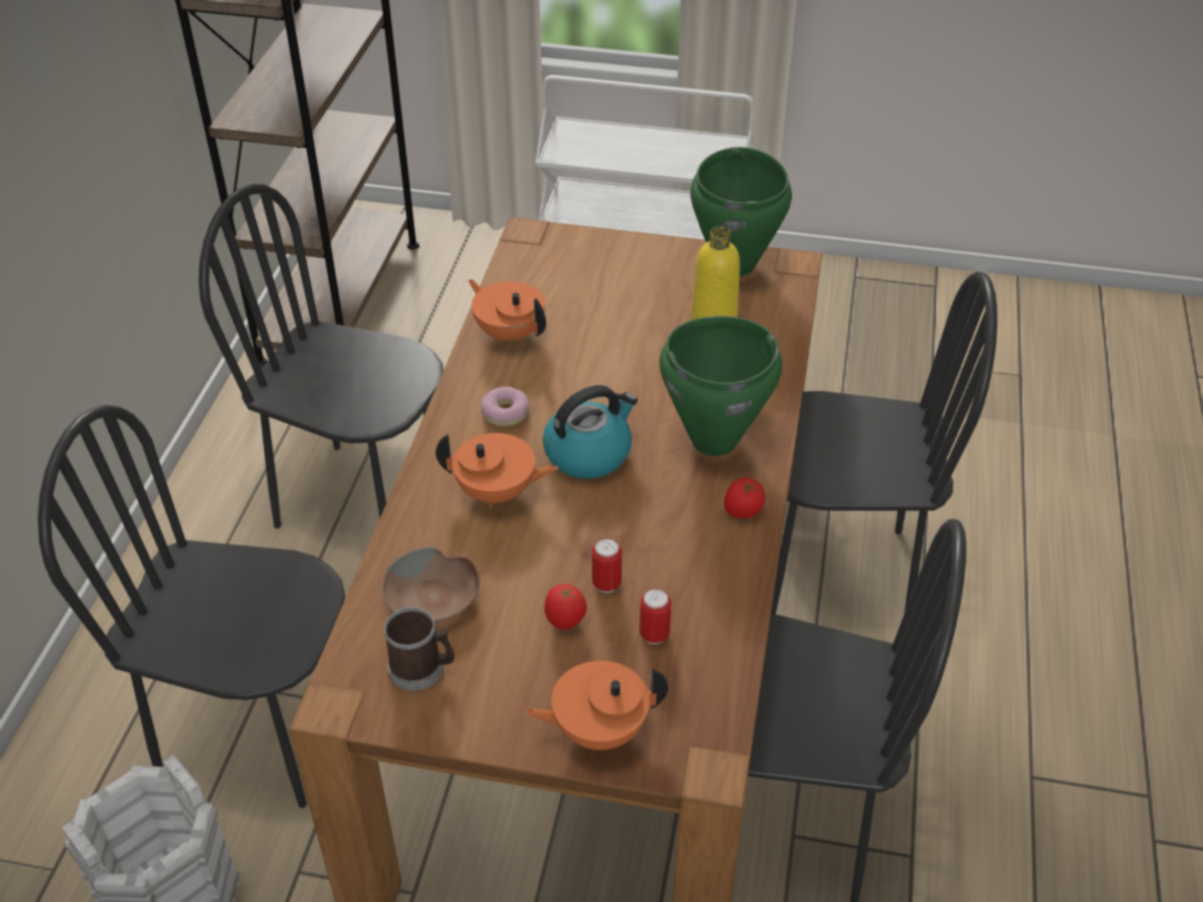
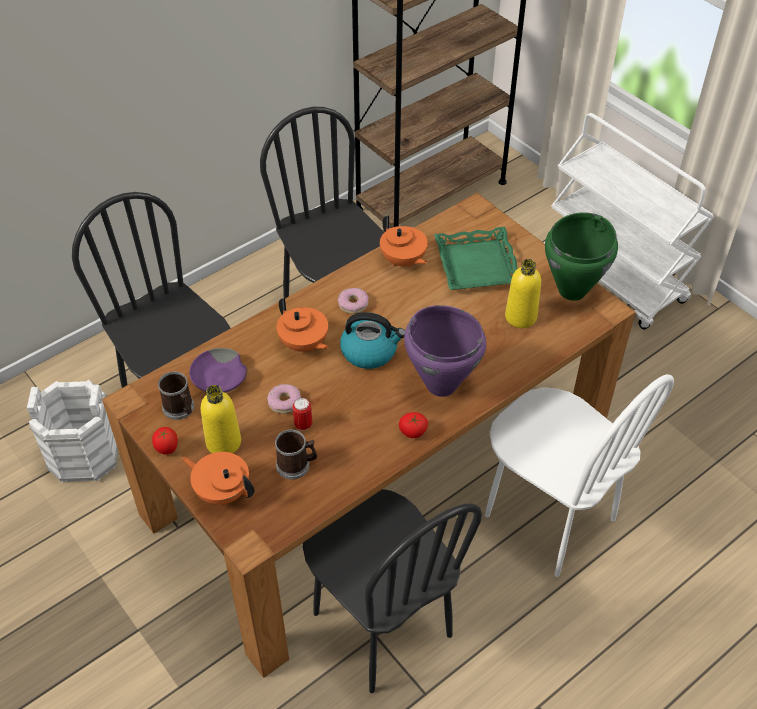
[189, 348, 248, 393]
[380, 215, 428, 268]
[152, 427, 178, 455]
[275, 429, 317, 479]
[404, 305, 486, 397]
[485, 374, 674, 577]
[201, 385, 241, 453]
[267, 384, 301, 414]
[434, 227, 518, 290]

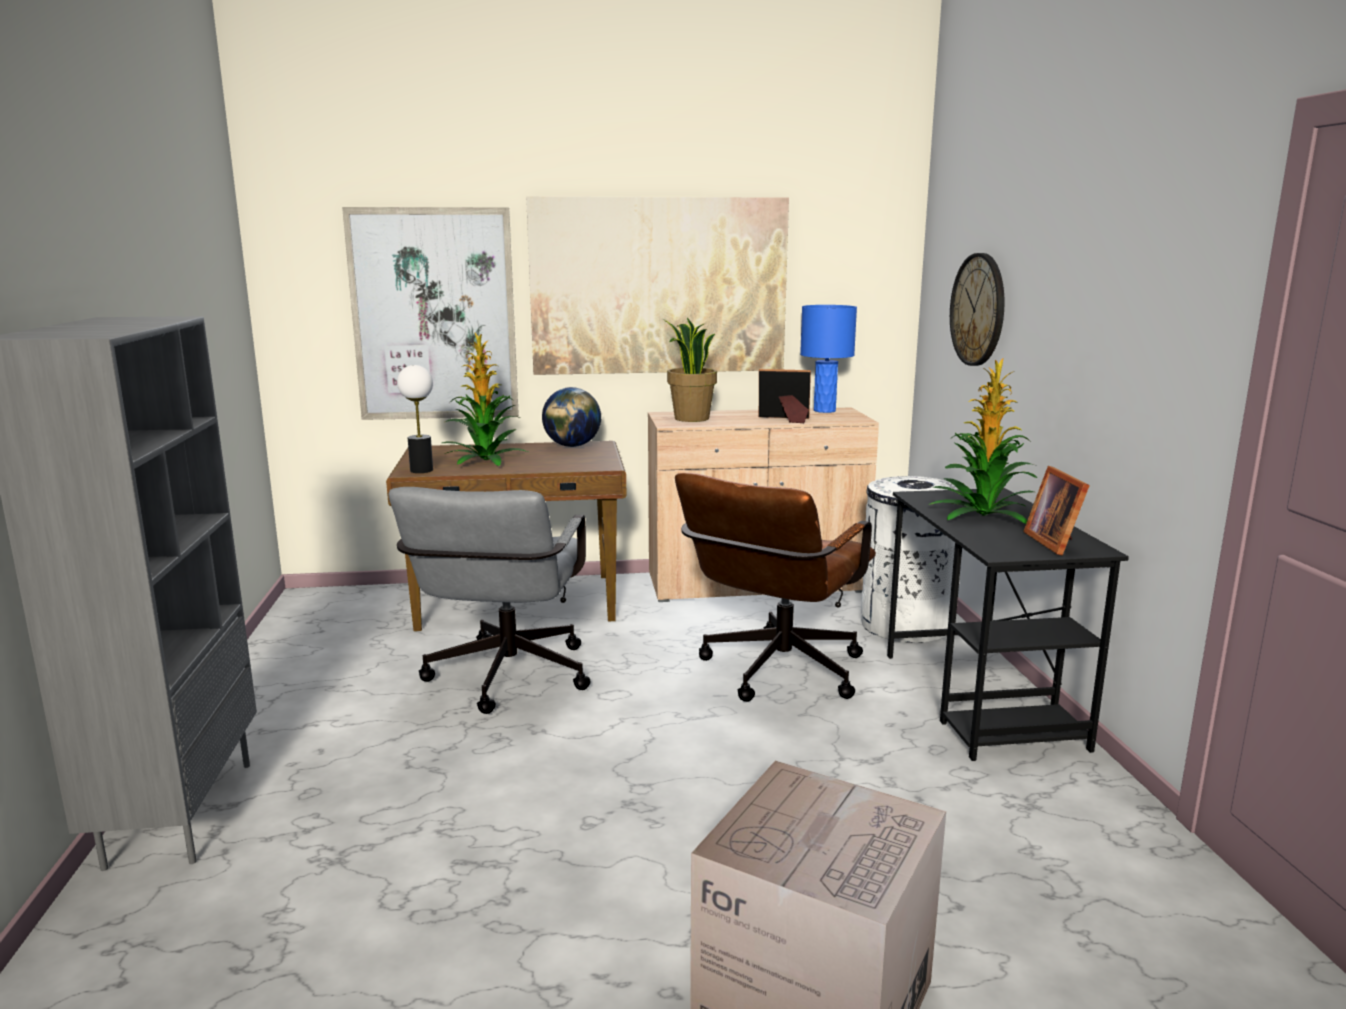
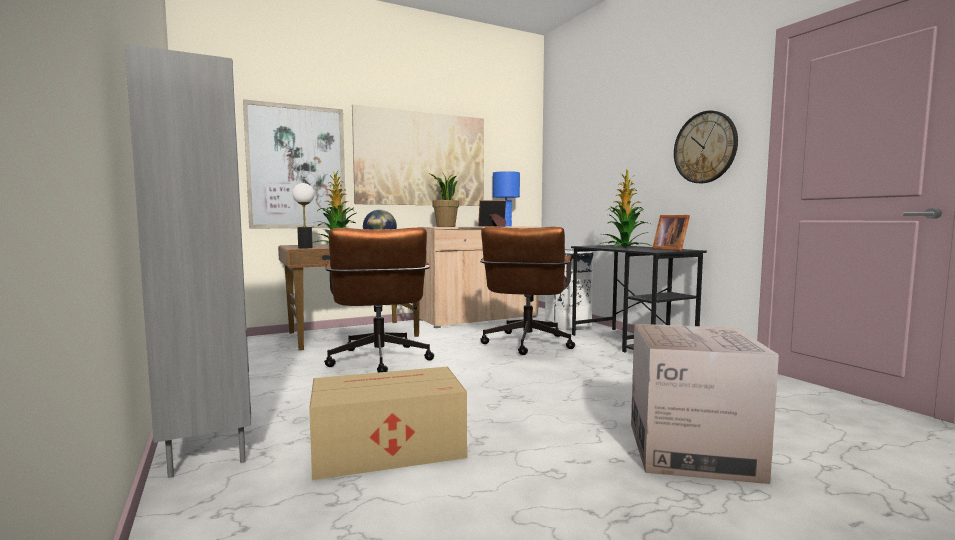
[324, 227, 434, 372]
[674, 111, 738, 183]
[309, 367, 467, 480]

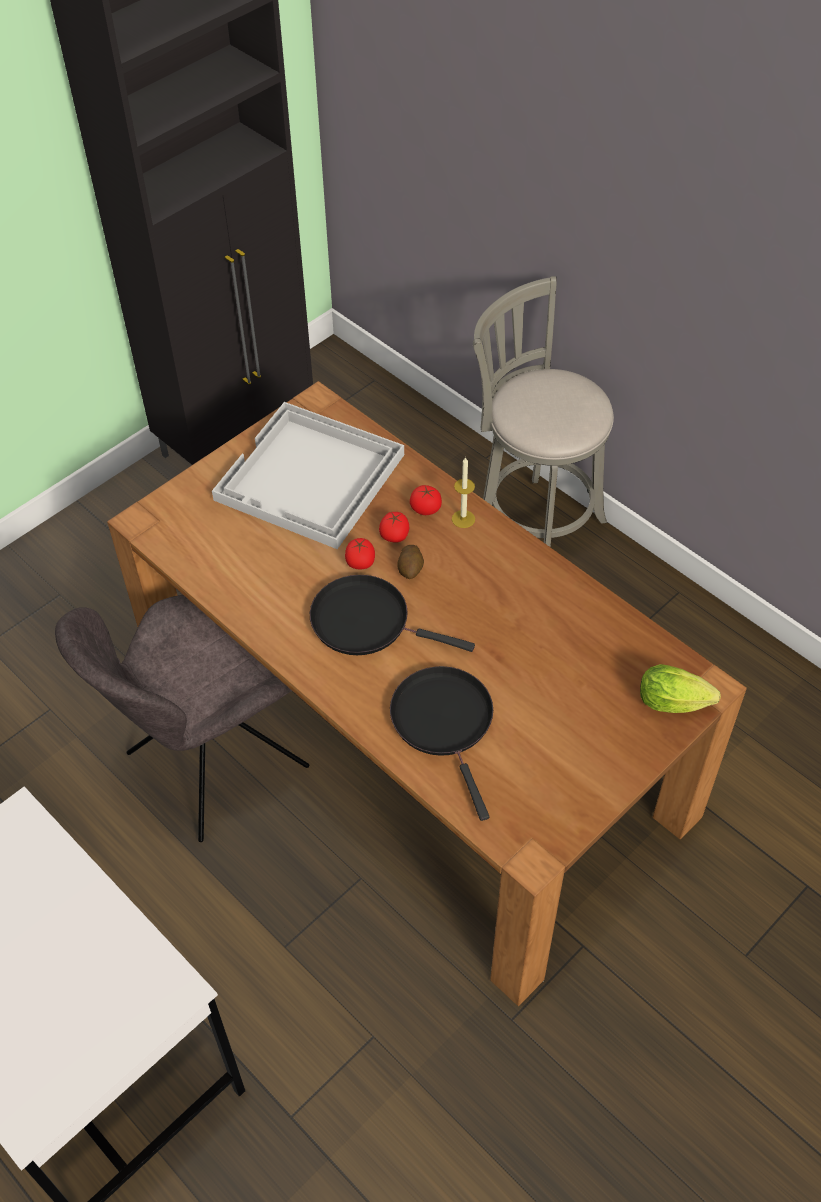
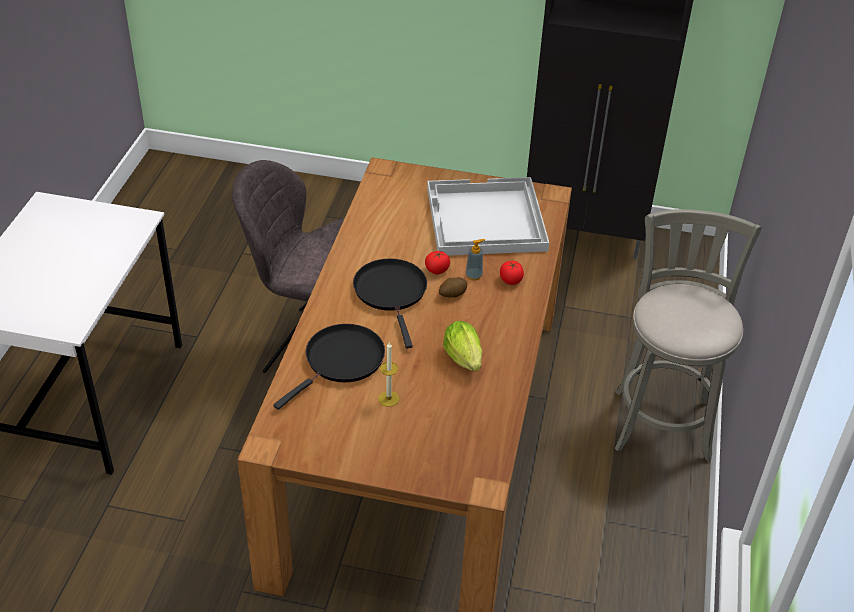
[465, 239, 485, 280]
[378, 342, 399, 407]
[443, 321, 482, 372]

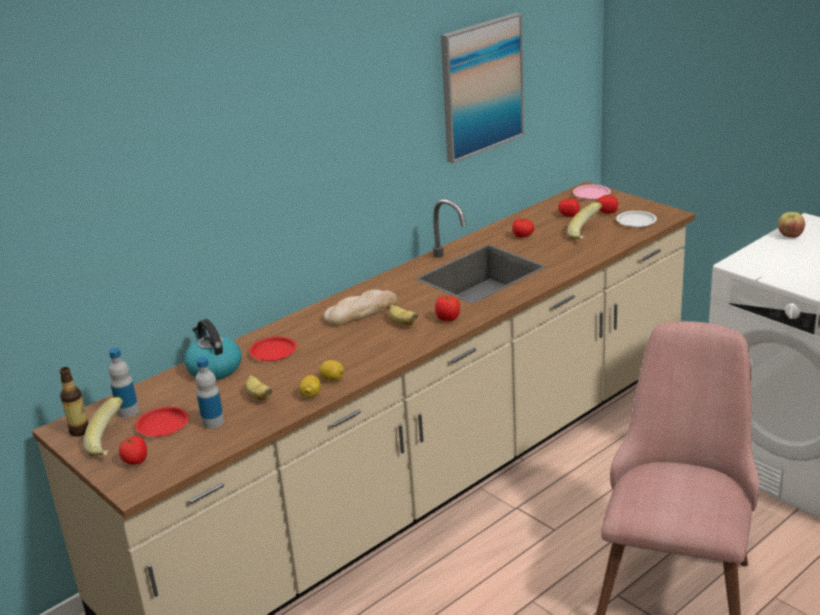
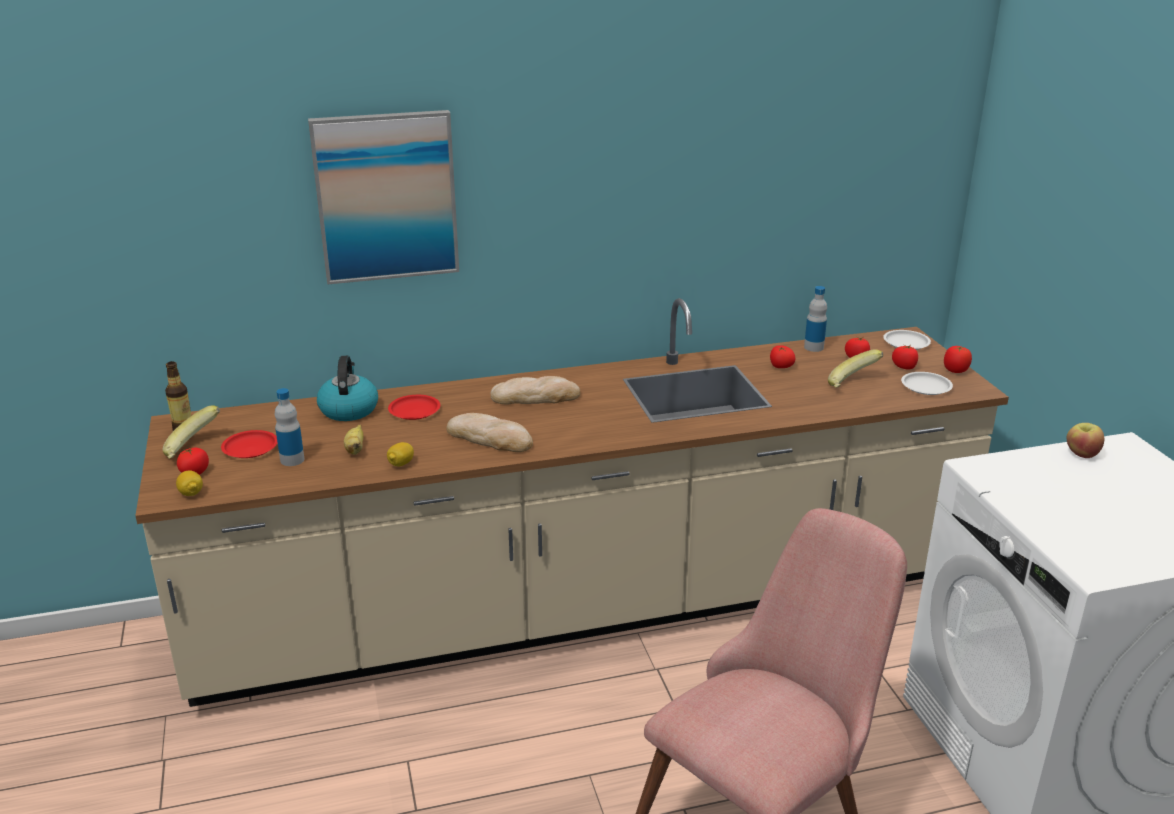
[804, 286, 827, 352]
[176, 470, 203, 496]
[389, 305, 418, 326] (first image)
[944, 346, 972, 373]
[308, 110, 459, 284]
[883, 330, 931, 350]
[446, 413, 533, 452]

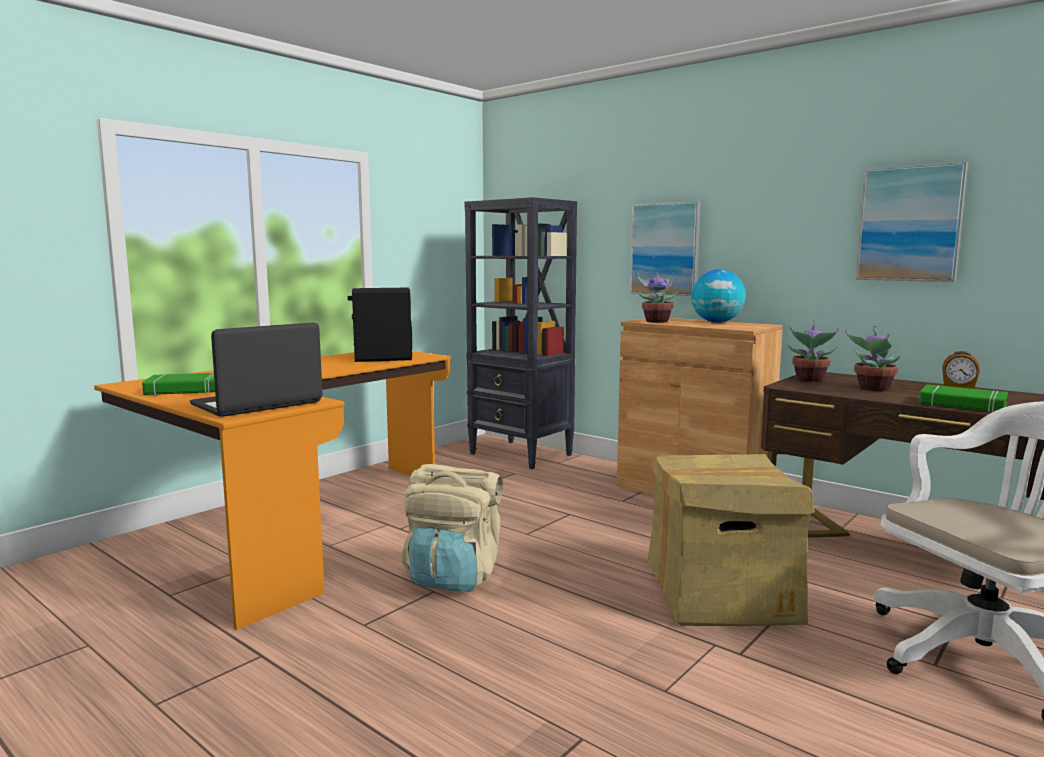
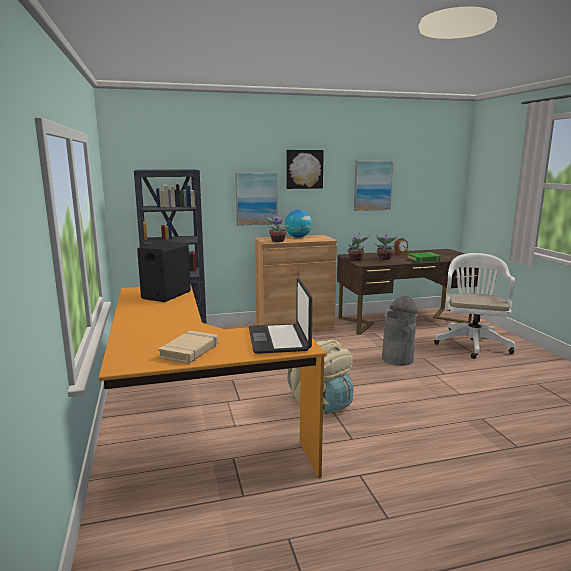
[158, 330, 218, 364]
[382, 296, 418, 366]
[286, 150, 324, 189]

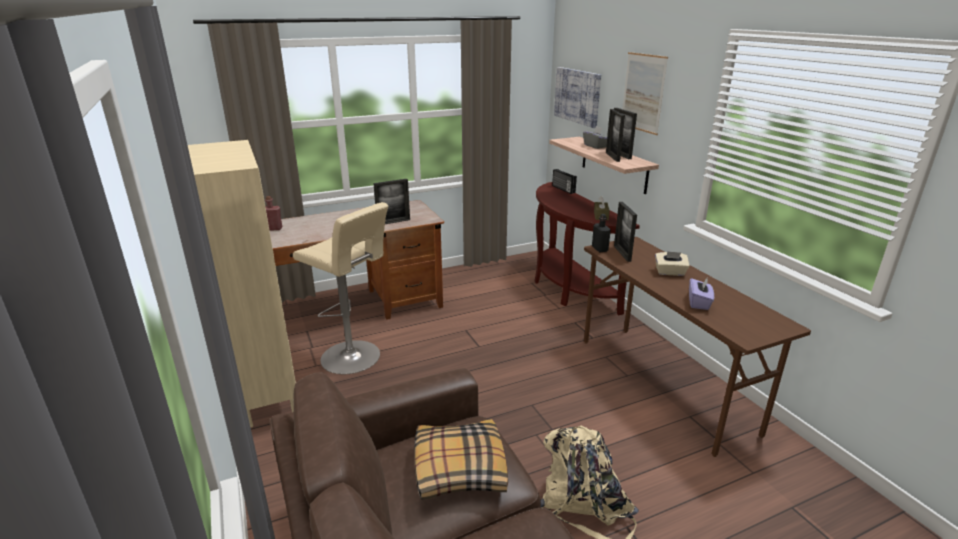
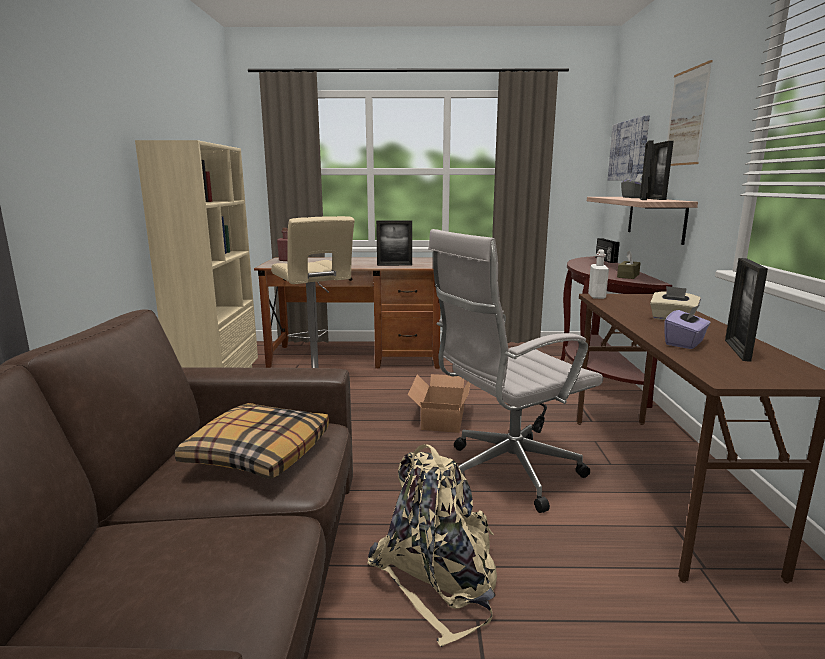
[588, 250, 609, 299]
[725, 258, 768, 362]
[408, 374, 470, 433]
[428, 229, 603, 513]

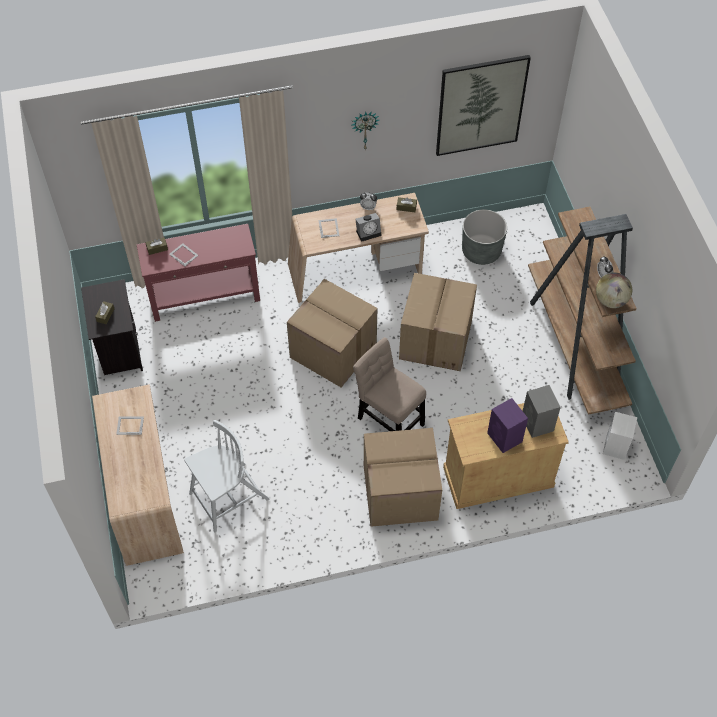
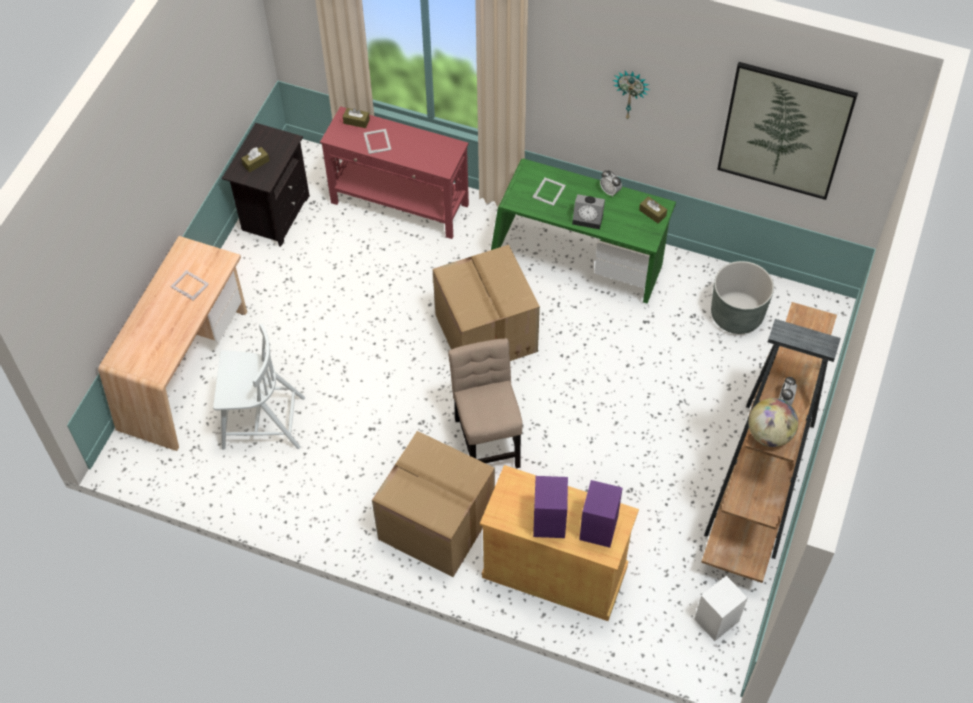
[491, 159, 676, 303]
[399, 273, 477, 371] (first image)
[579, 480, 622, 548]

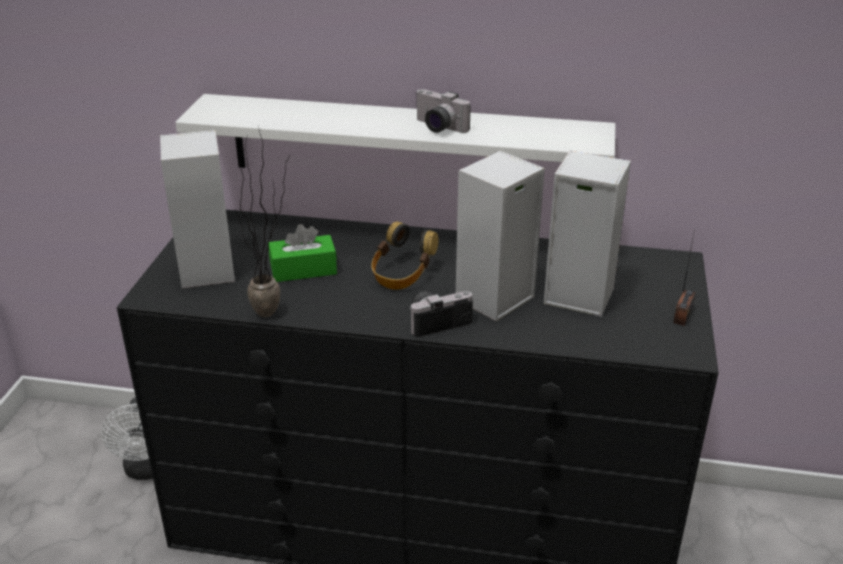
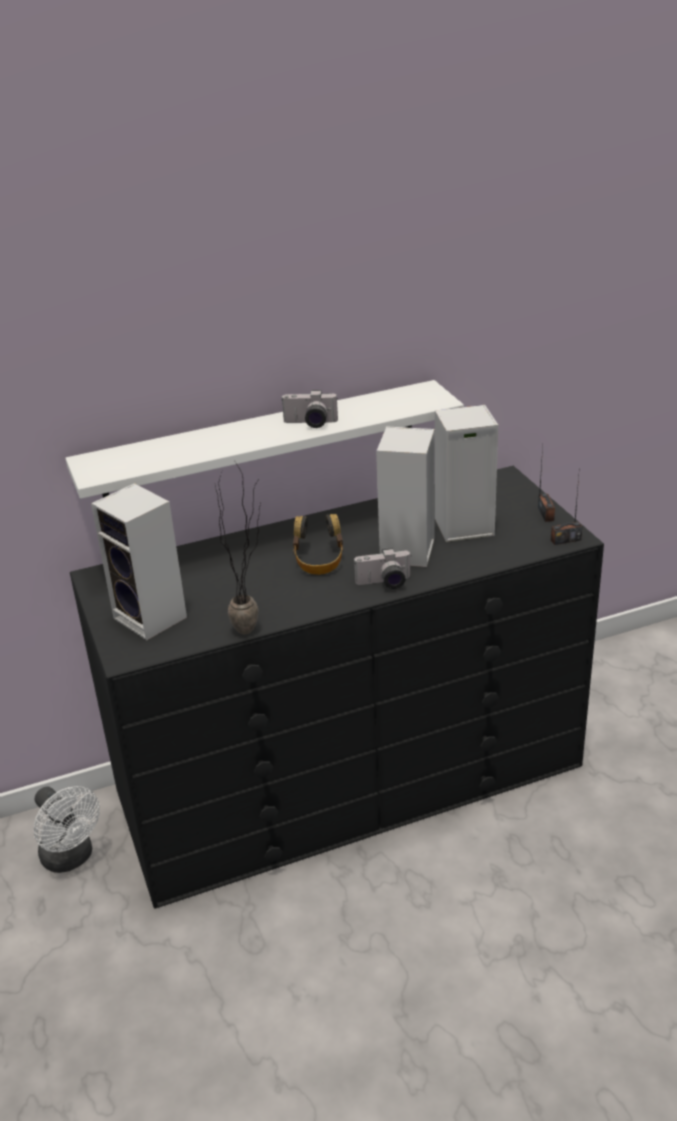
[268, 224, 337, 282] (first image)
[354, 548, 411, 589]
[551, 477, 583, 545]

